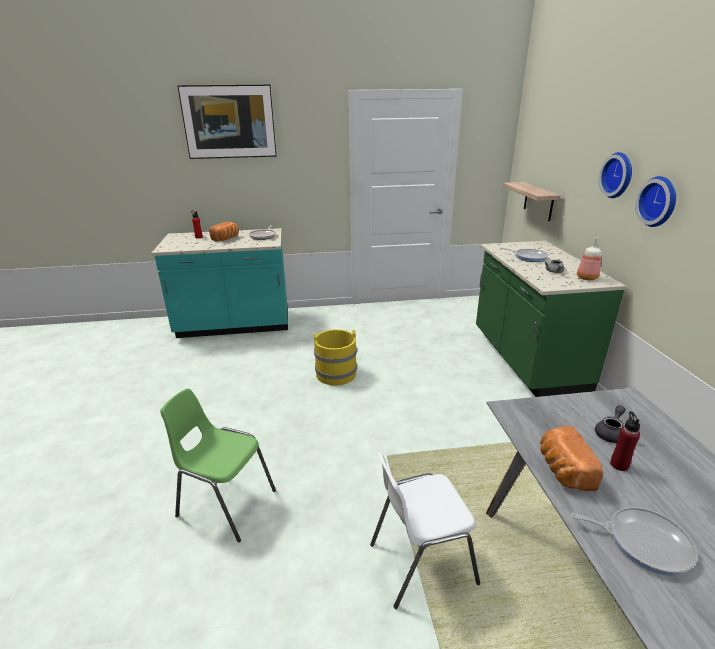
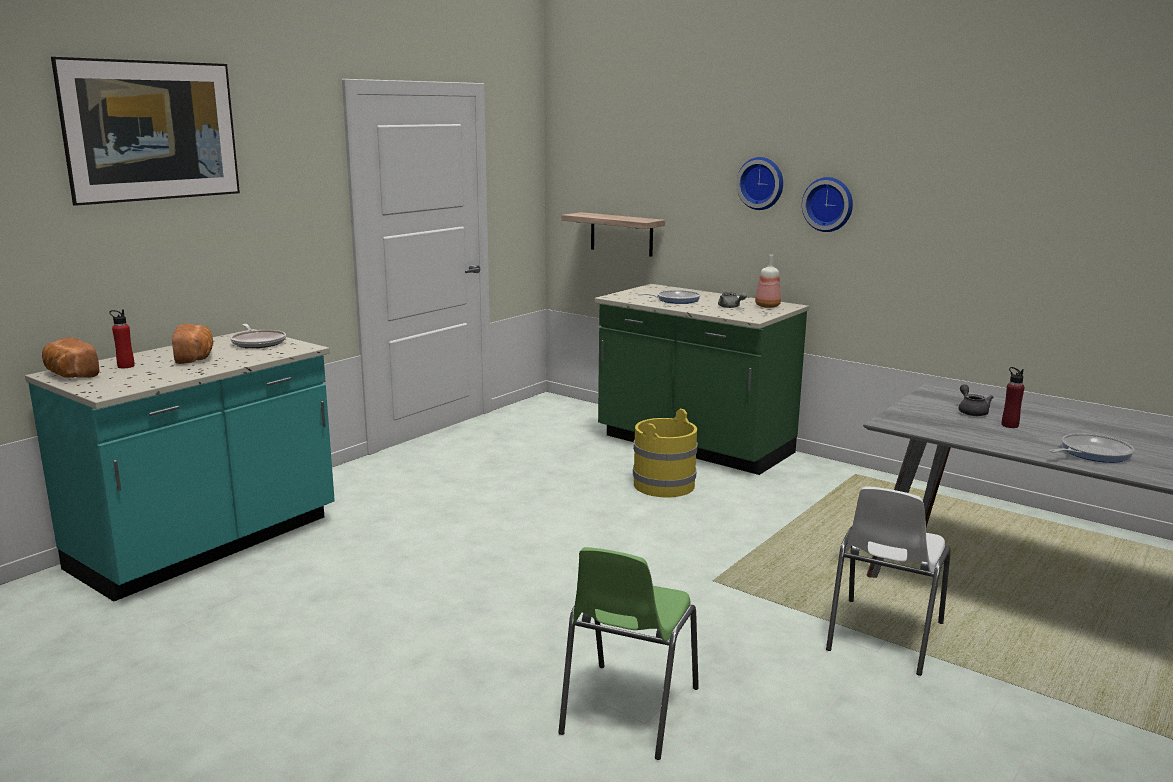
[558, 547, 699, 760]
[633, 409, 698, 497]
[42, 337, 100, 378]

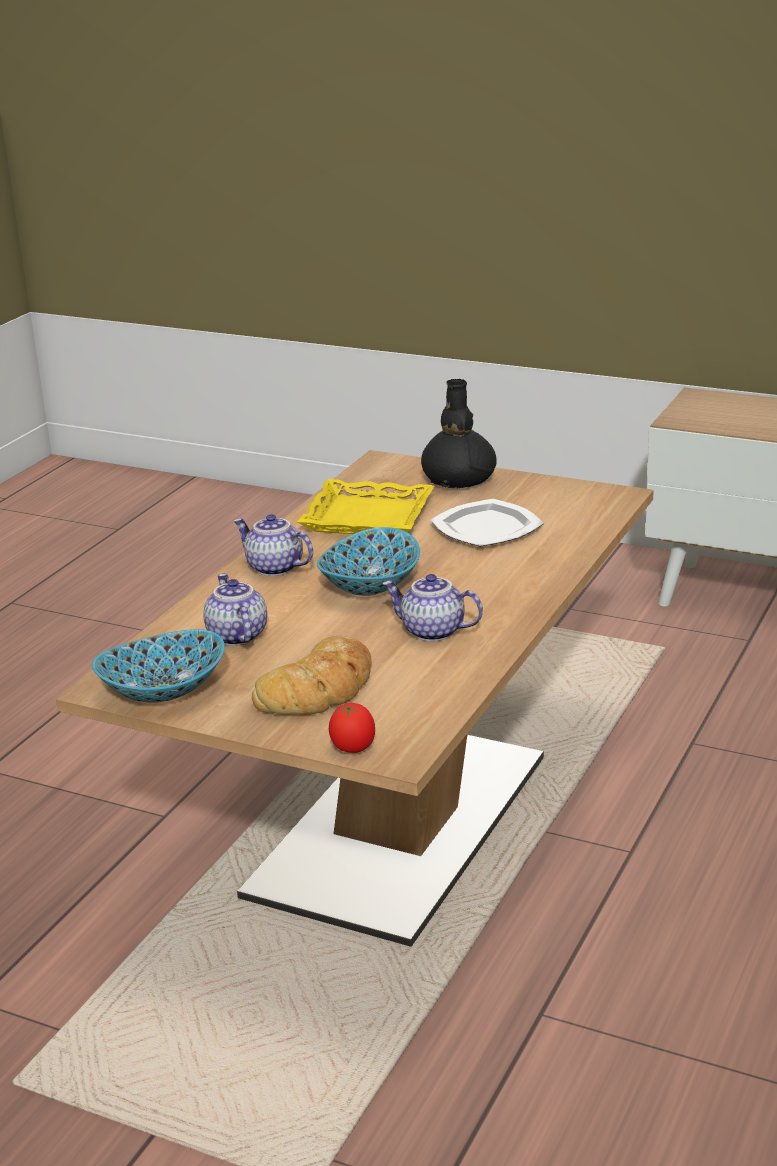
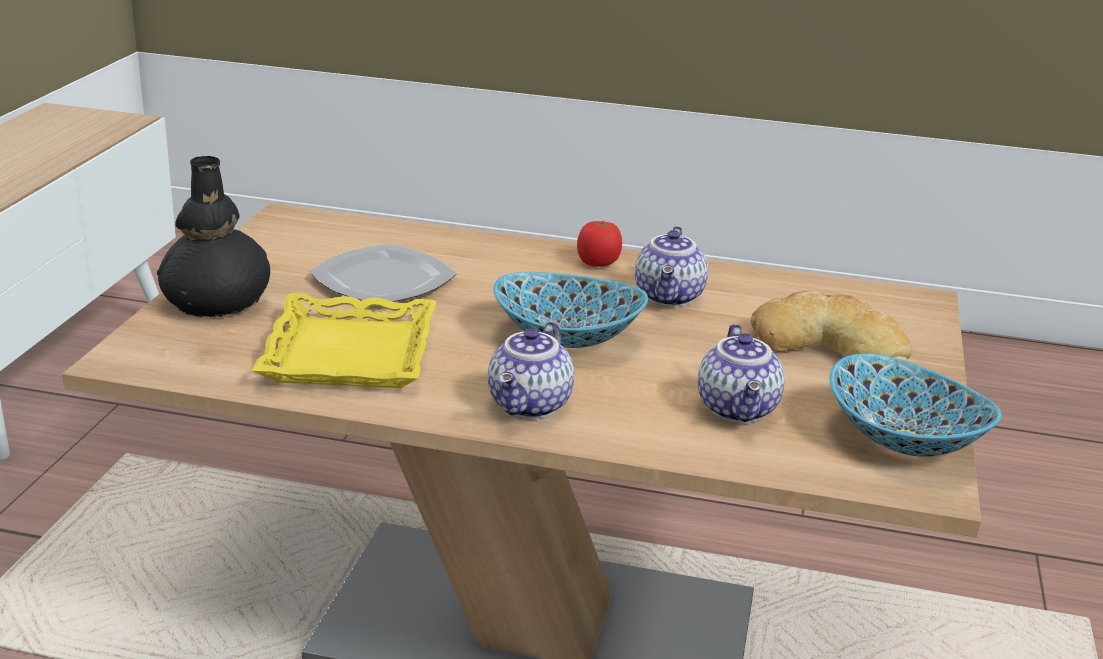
[698, 324, 785, 423]
[577, 220, 622, 267]

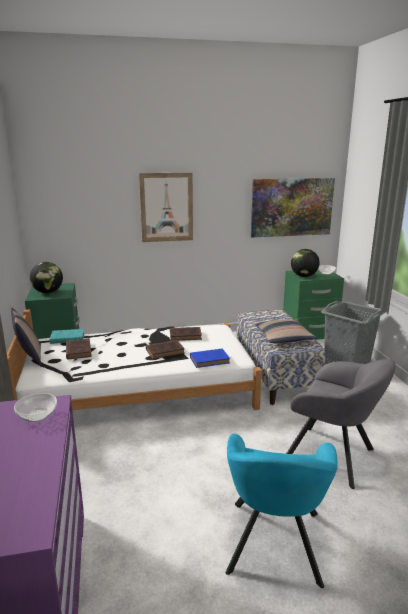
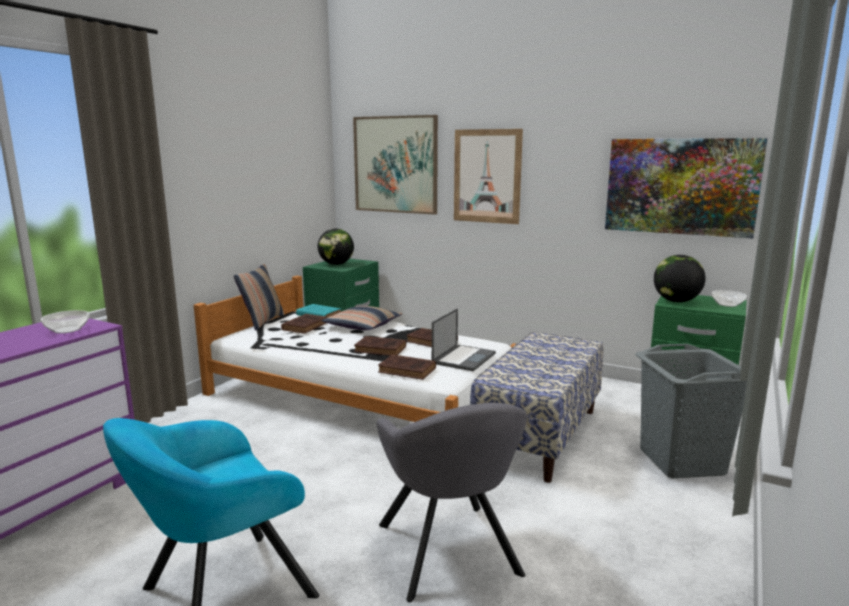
[378, 354, 436, 380]
[321, 306, 402, 330]
[353, 115, 438, 215]
[432, 308, 496, 371]

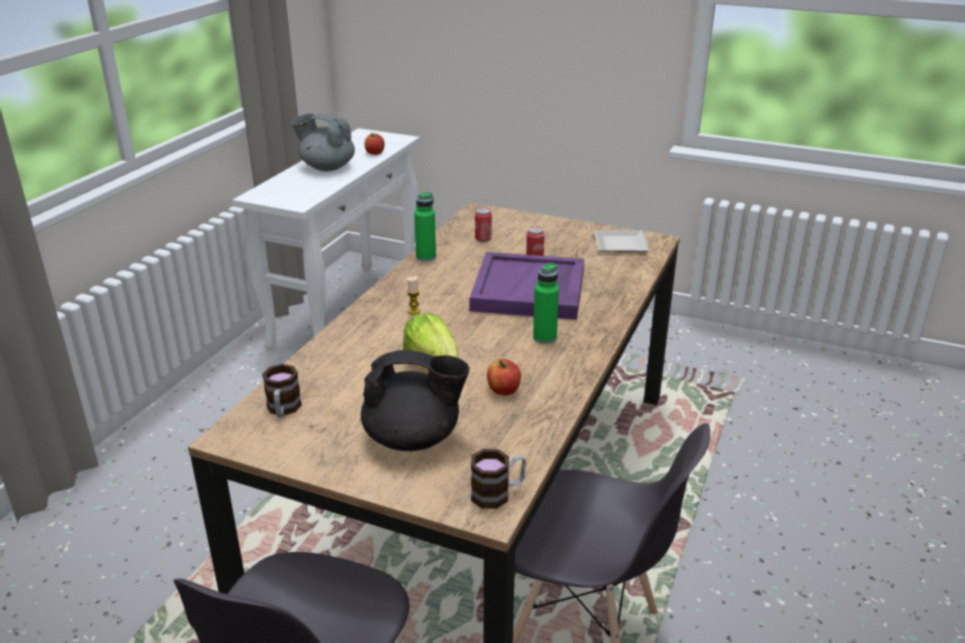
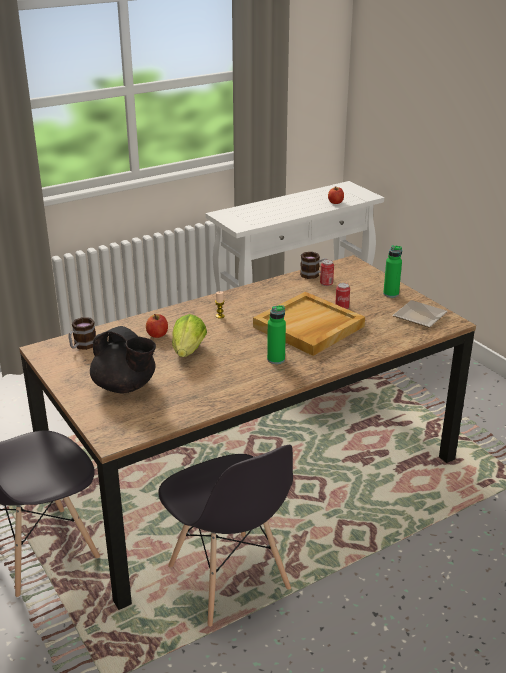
[291, 113, 355, 171] (first image)
[383, 245, 402, 298]
[253, 292, 365, 356]
[300, 252, 328, 279]
[146, 314, 168, 338]

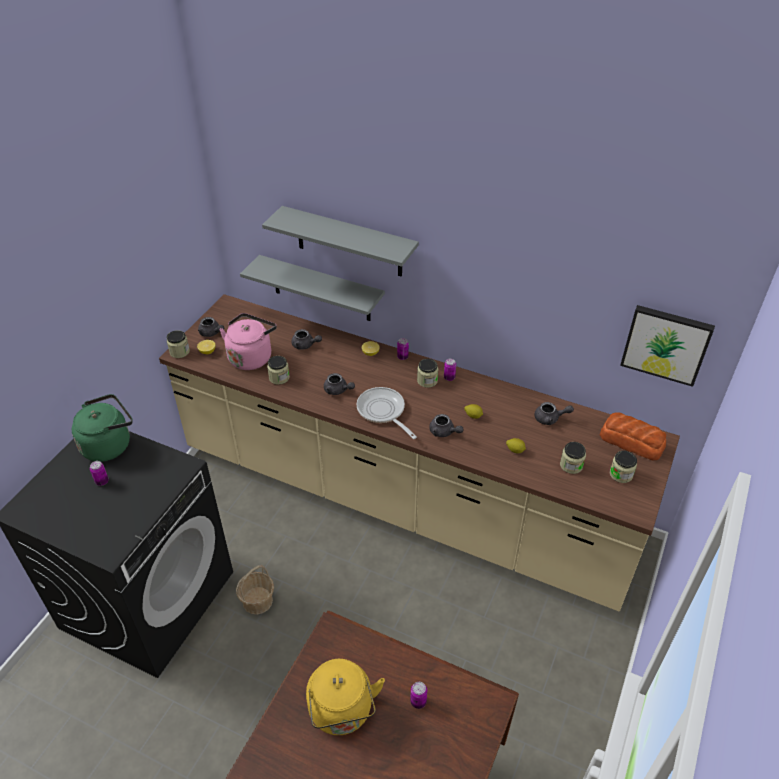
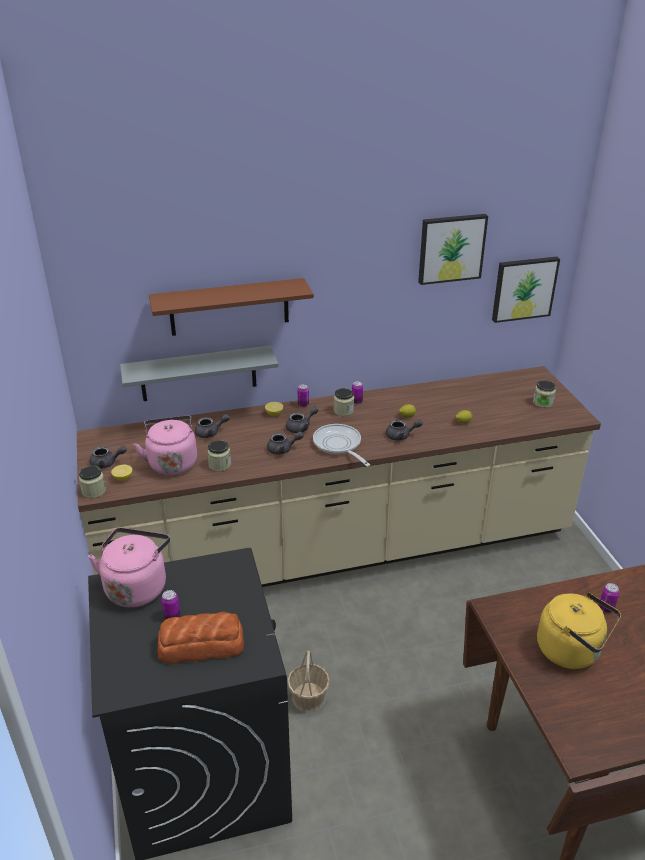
[88, 528, 170, 607]
[149, 278, 314, 336]
[313, 424, 370, 467]
[286, 406, 318, 433]
[560, 442, 586, 474] (first image)
[158, 612, 244, 664]
[418, 214, 488, 285]

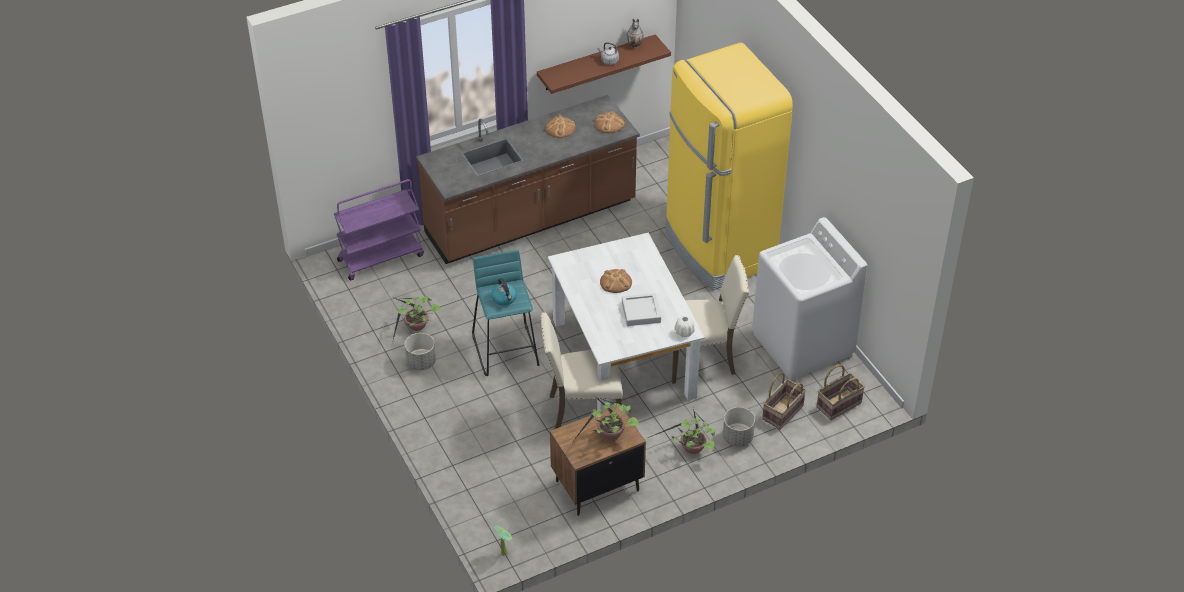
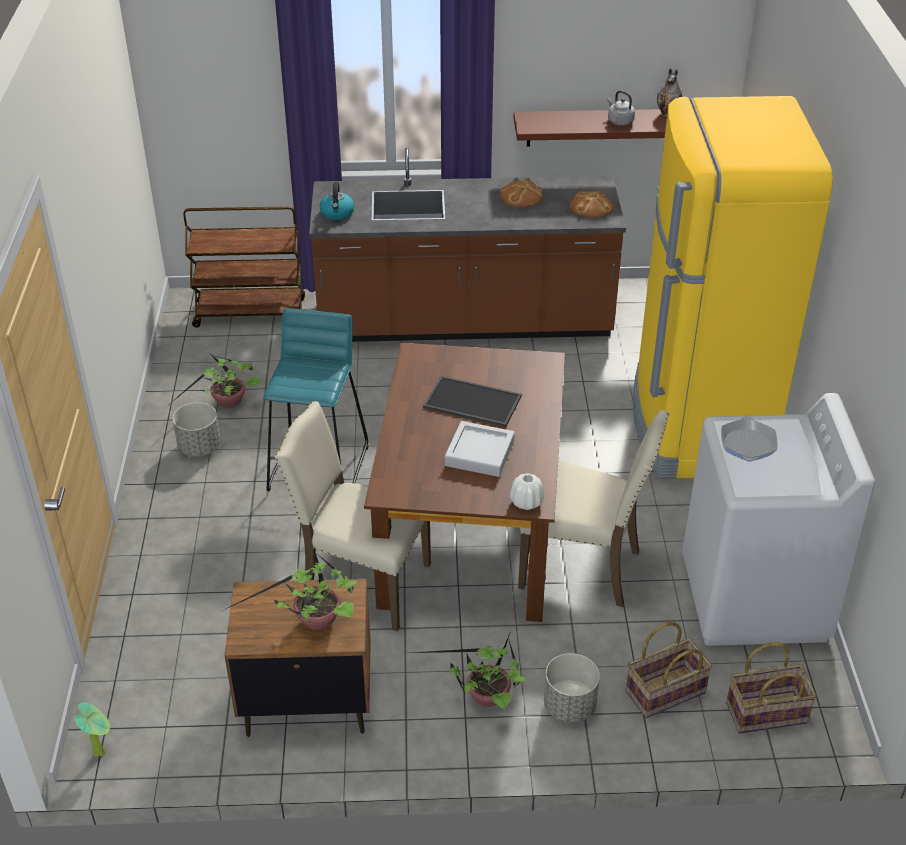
[183, 206, 305, 328]
[320, 182, 354, 220]
[364, 343, 565, 622]
[423, 376, 522, 427]
[721, 416, 778, 462]

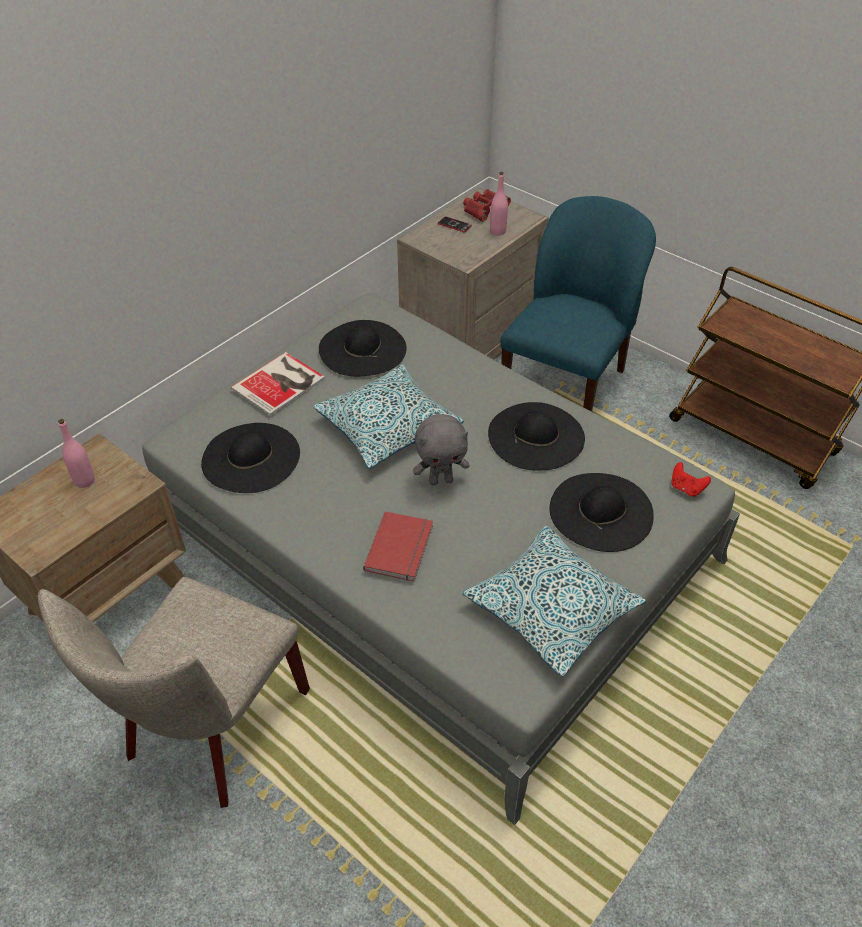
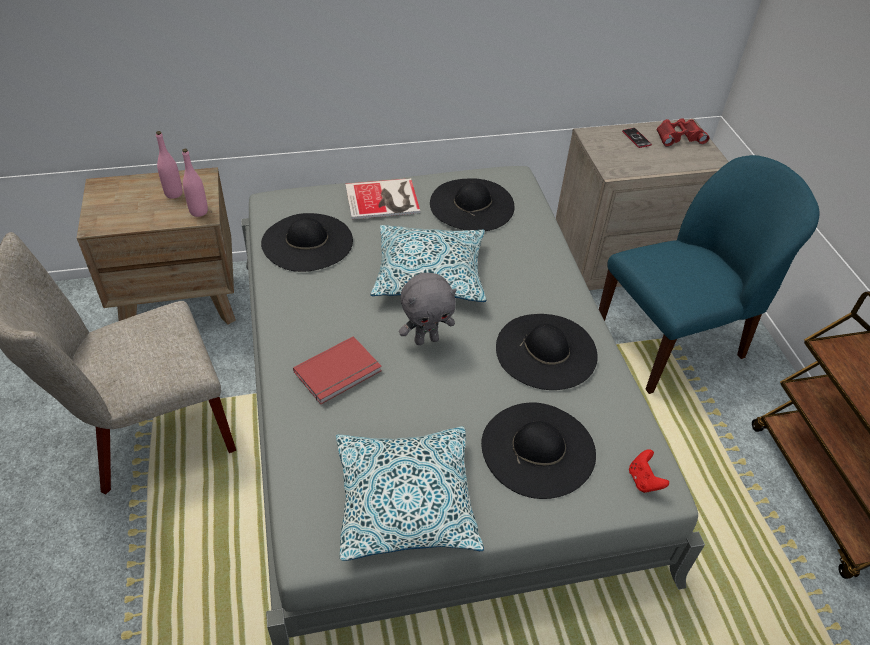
[399, 273, 457, 345]
[182, 149, 208, 217]

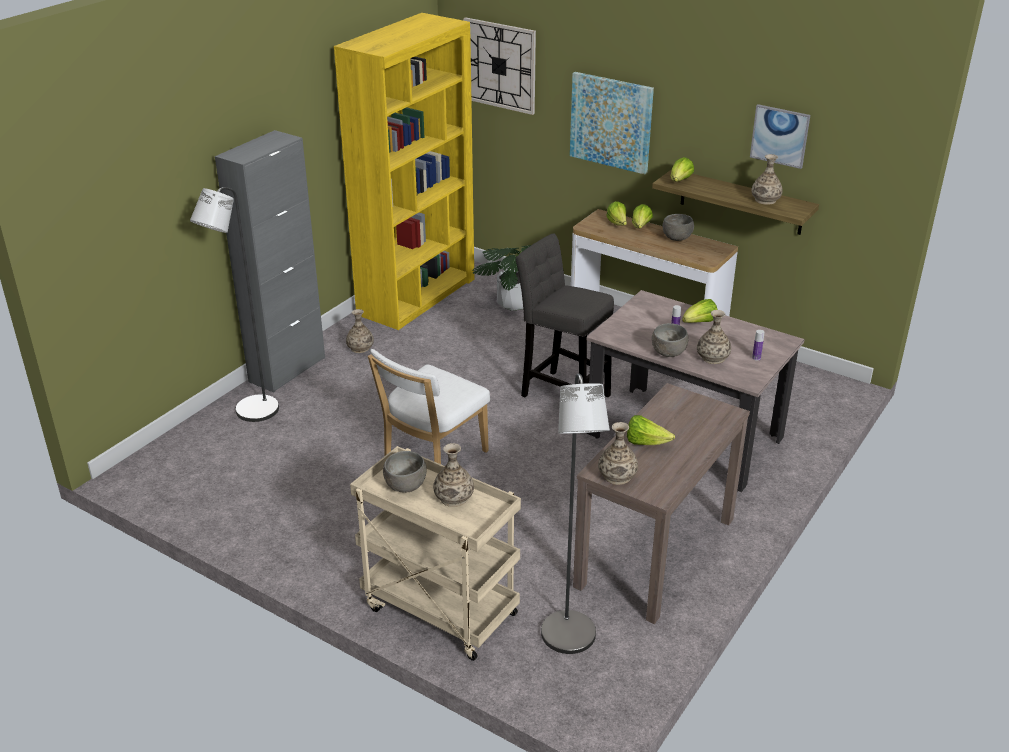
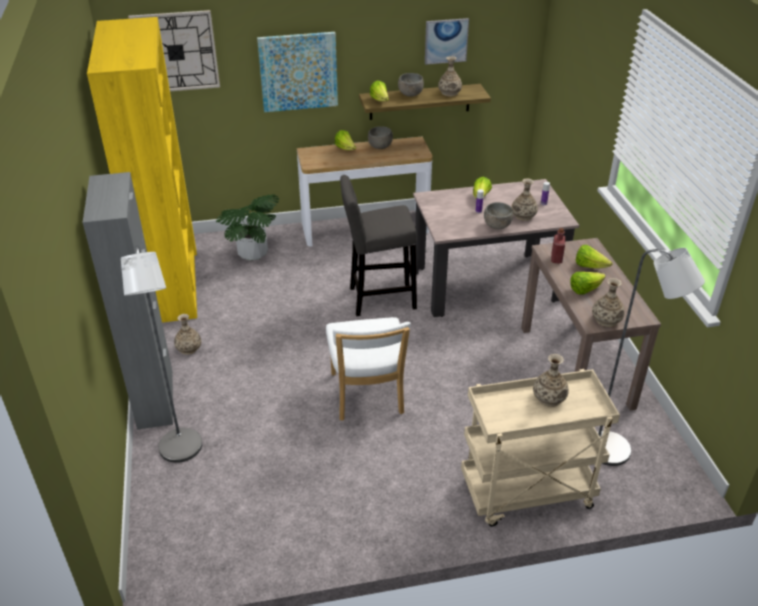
[398, 73, 424, 97]
[576, 245, 613, 269]
[551, 228, 565, 264]

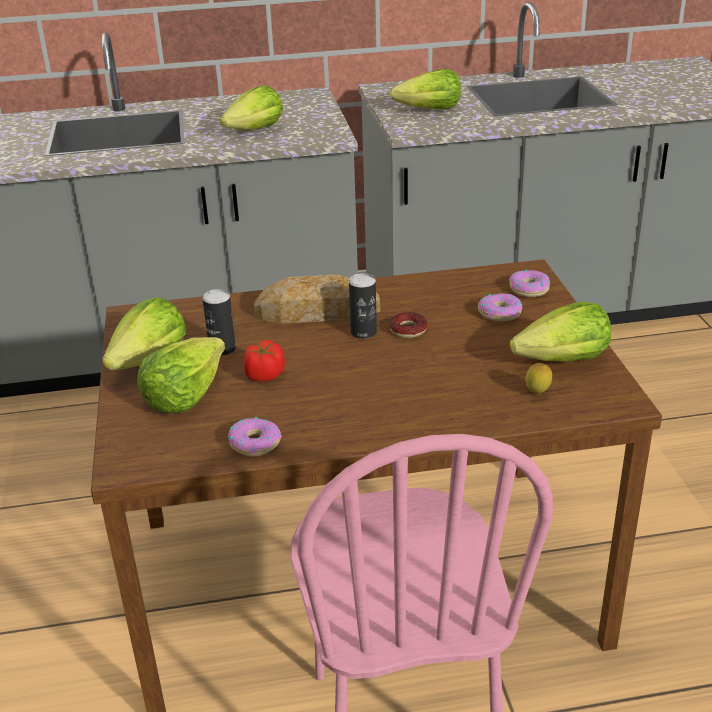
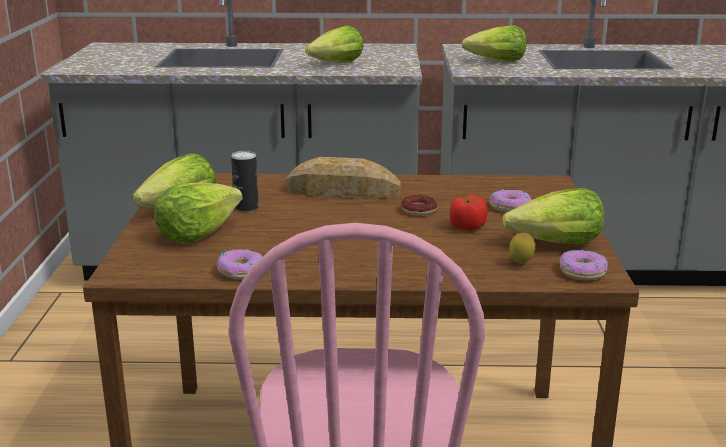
[450, 195, 488, 231]
[349, 273, 377, 339] (first image)
[559, 249, 608, 280]

